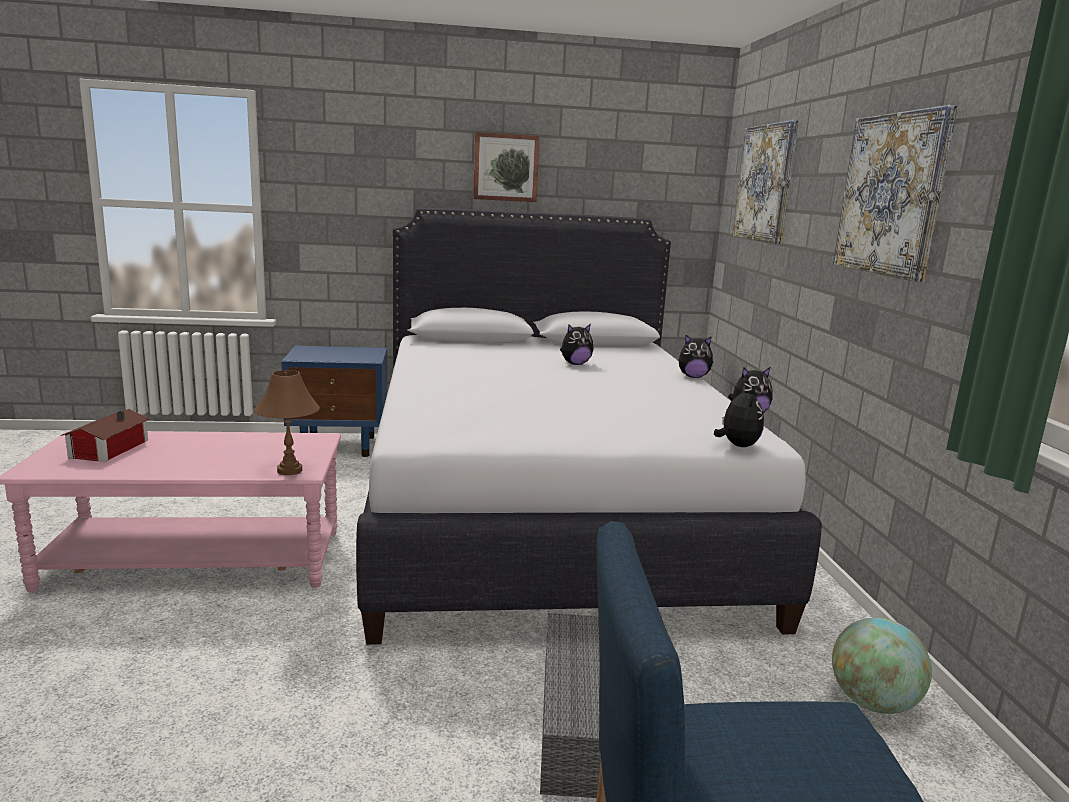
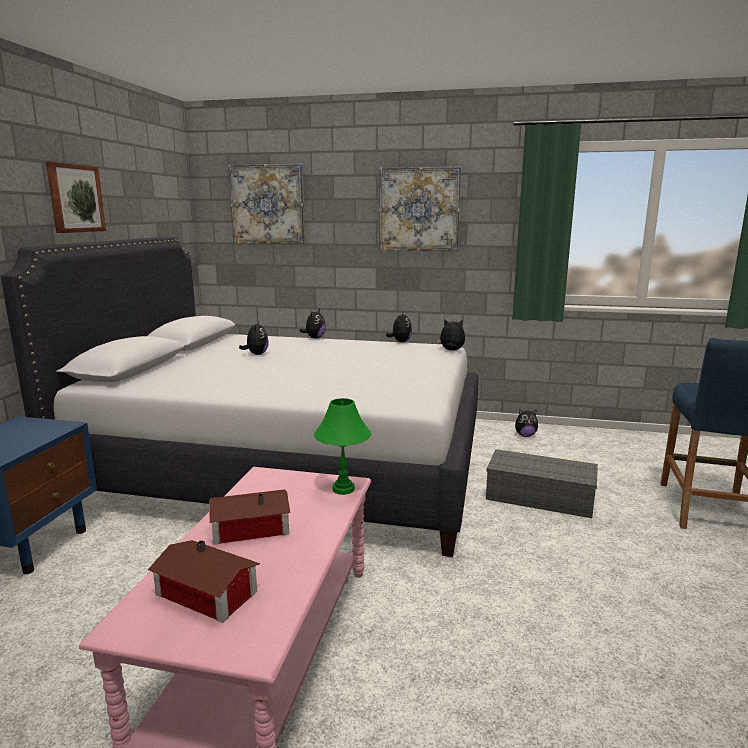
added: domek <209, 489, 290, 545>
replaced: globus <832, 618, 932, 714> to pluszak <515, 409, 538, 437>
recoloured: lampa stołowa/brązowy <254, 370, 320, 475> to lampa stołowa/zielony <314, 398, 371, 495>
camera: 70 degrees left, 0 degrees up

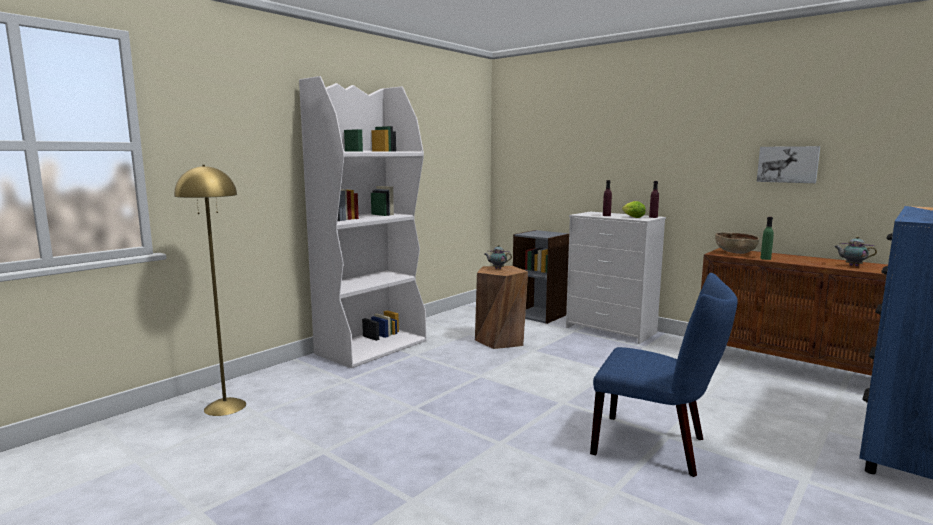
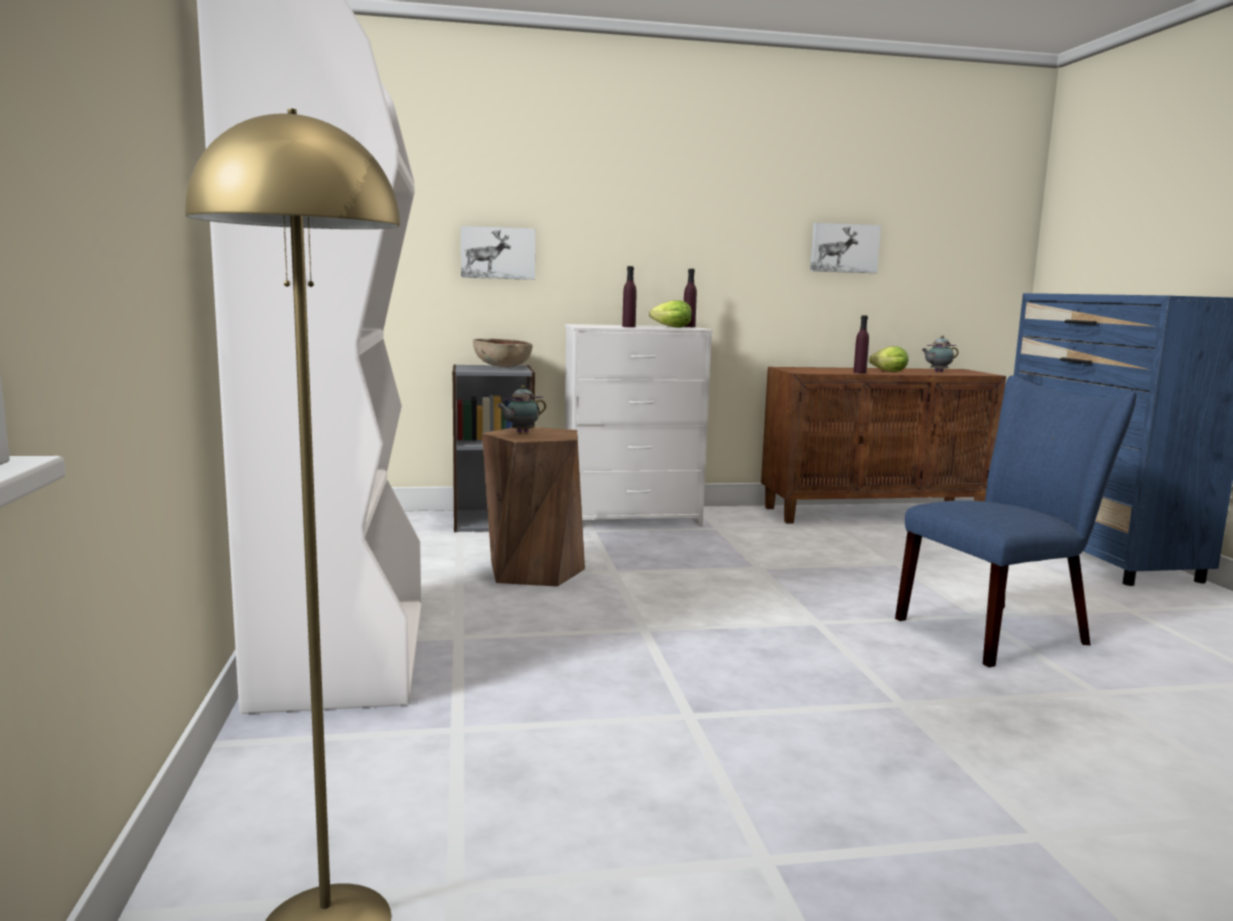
added: obraz <461, 226, 535, 280>; sałata <869, 346, 909, 372>
moved: miska/brązowy <715, 232, 759, 254> to <473, 339, 533, 367>
recoloured: butelka/zielony <760, 217, 774, 260> to butelka/fioletowy <854, 315, 869, 373>
camera: 50 degrees left, 0 degrees up

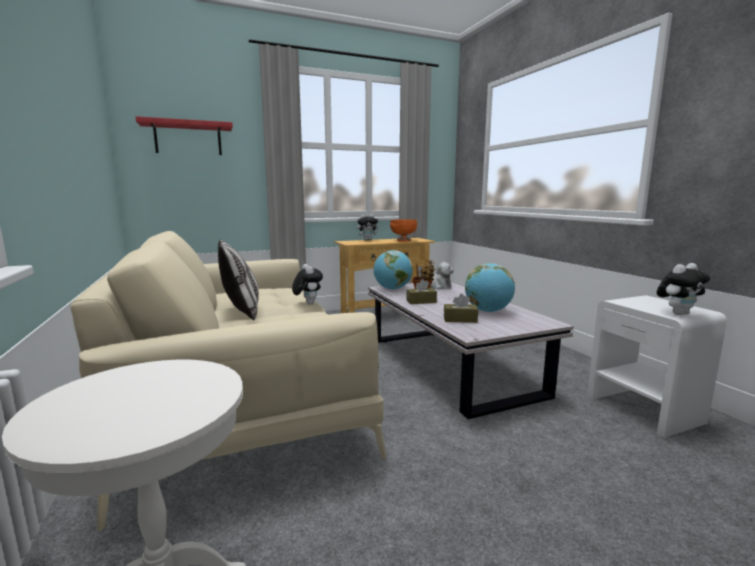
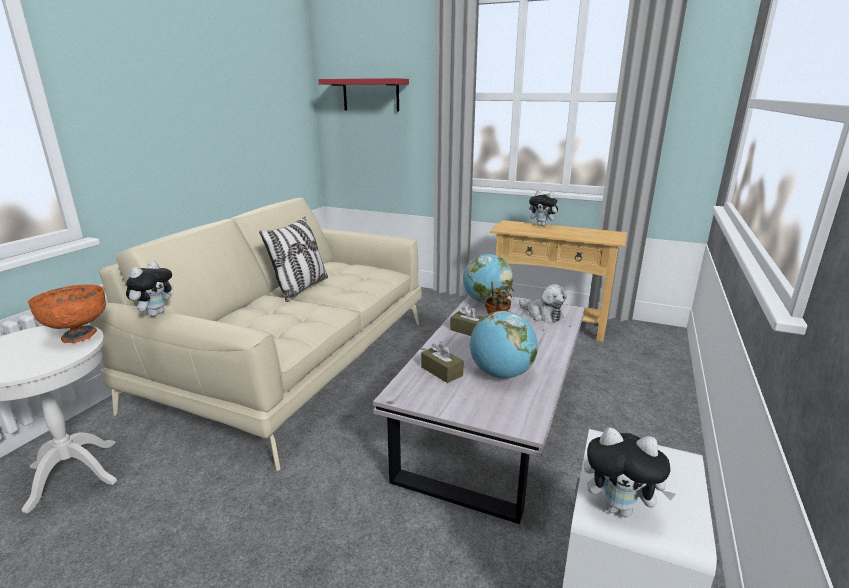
moved: pluszak <292, 264, 323, 305> to <126, 261, 174, 317>; miska/pomarańczowy <390, 219, 417, 242> to <28, 285, 106, 343>
camera: 45 degrees right, 10 degrees up

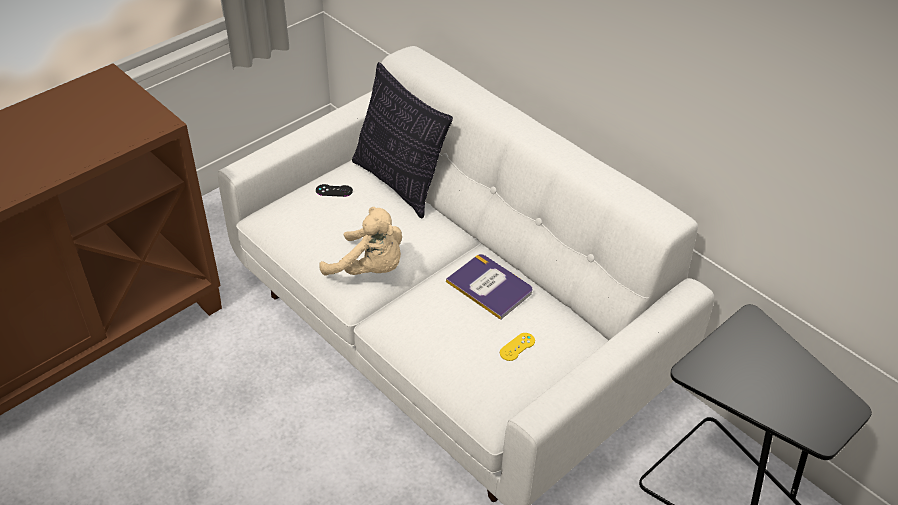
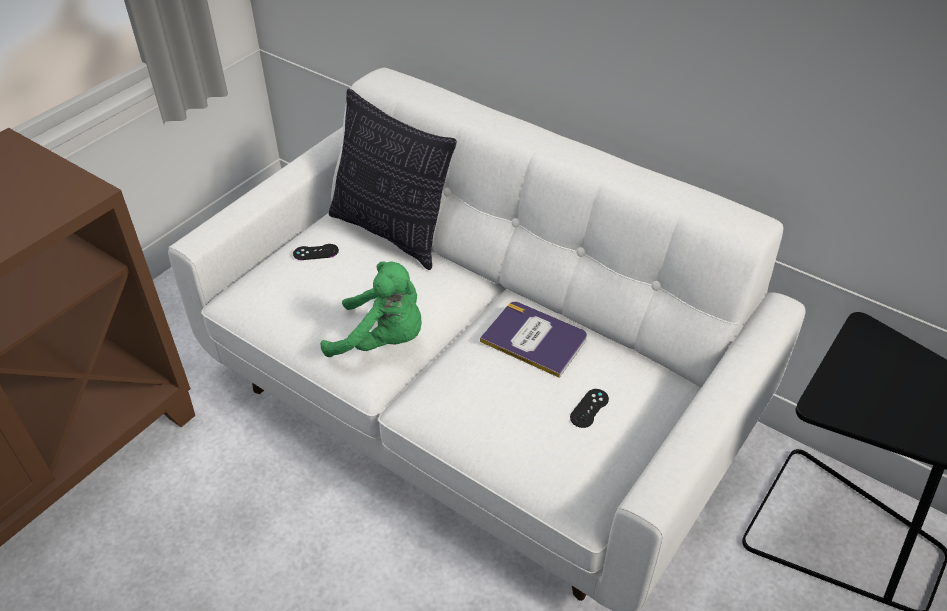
recoloured: pluszak/beżowy <319, 207, 402, 276> to pluszak/zielony <320, 261, 422, 357>; pad do gier/żółty <500, 333, 535, 361> to pad do gier/czarny <570, 389, 609, 428>
camera: 10 degrees left, 0 degrees up

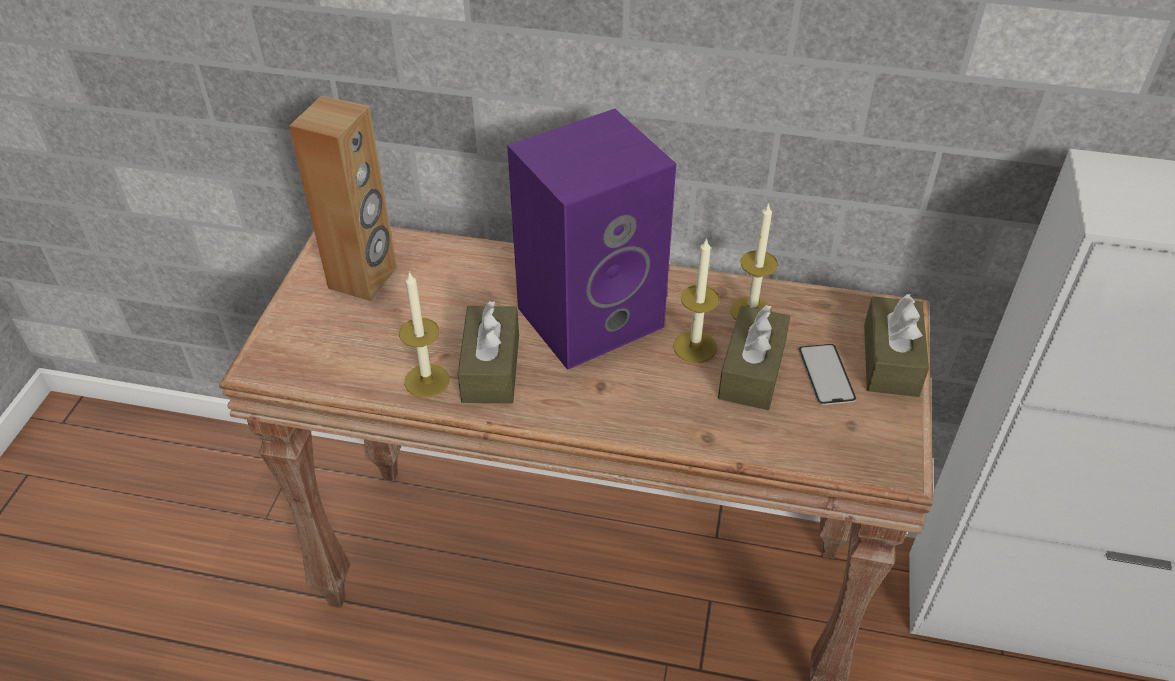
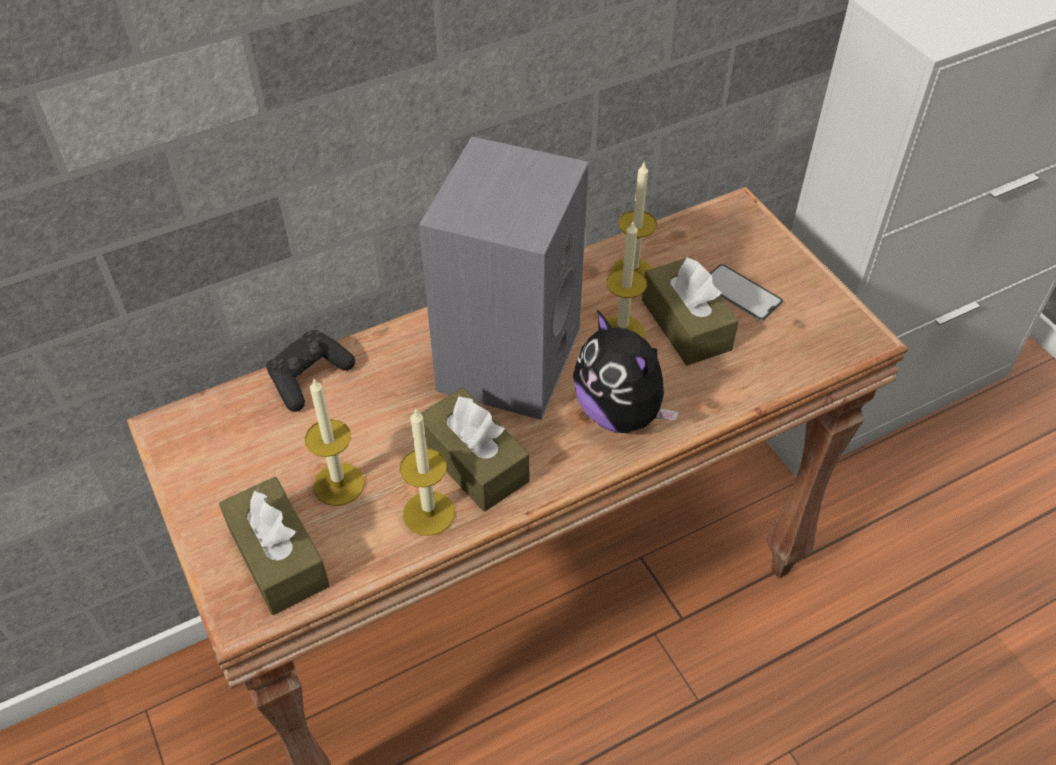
removed: głośnik/brązowy <289, 96, 397, 301>
added: pad do gier/czarny <266, 330, 355, 412>; świeca <305, 379, 365, 506>; pluszak <573, 310, 678, 433>
moved: pudełko chusteczek/brązowy <864, 294, 929, 397> to <219, 477, 330, 615>
recoloured: głośnik/fioletowy <507, 109, 676, 370> to głośnik/szary <419, 137, 589, 420>
camera: 40 degrees left, 5 degrees up

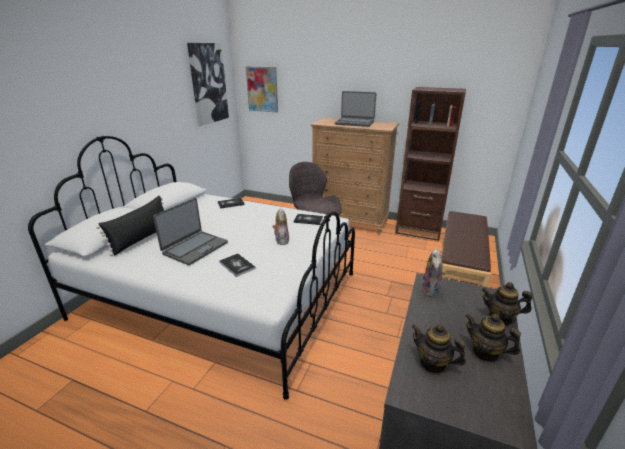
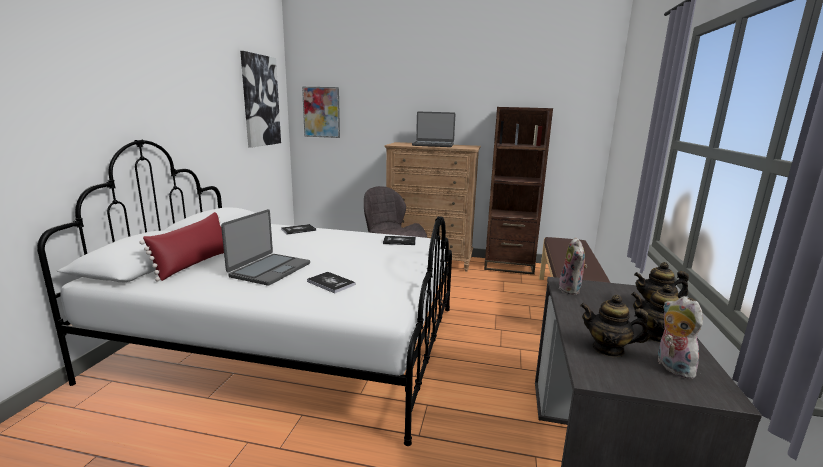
moved: pluszak <273, 208, 290, 245> to <658, 296, 703, 379>
recoloured: poduszka/czarny <96, 196, 165, 256> to poduszka/czerwony <139, 212, 224, 281>
camera: 10 degrees left, 10 degrees down

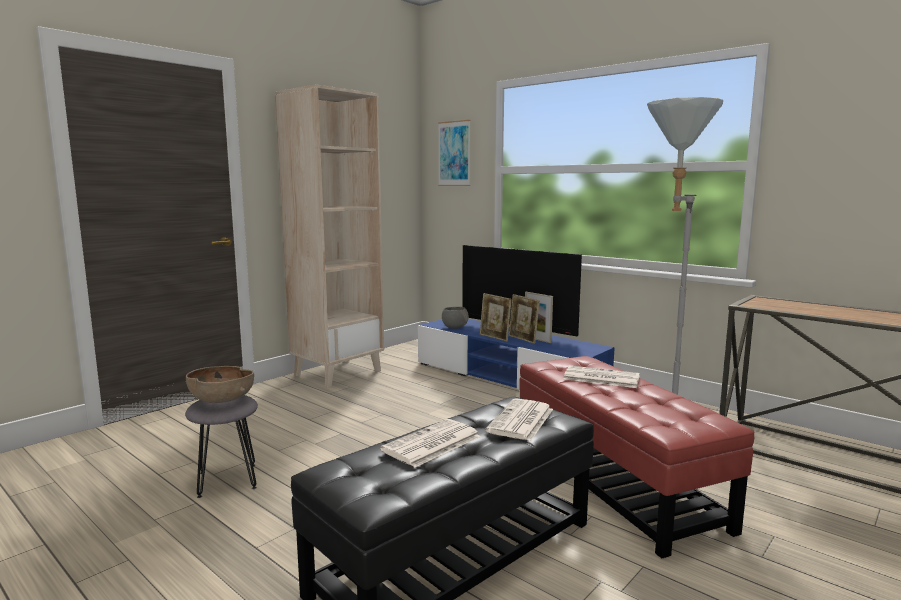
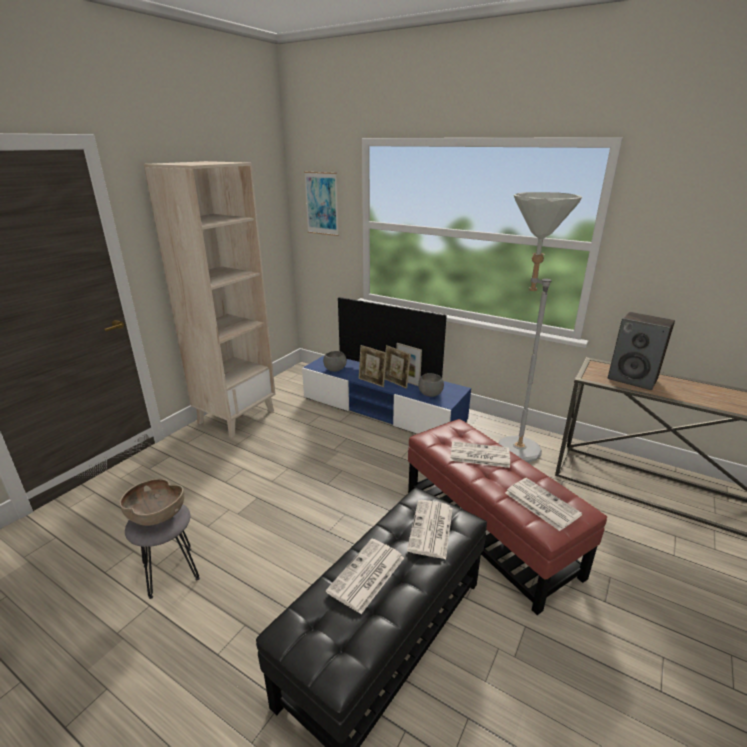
added: miska/szary <418, 373, 444, 397>; gazeta <505, 478, 582, 531>; głośnik <608, 312, 675, 390>
camera: 10 degrees left, 15 degrees up

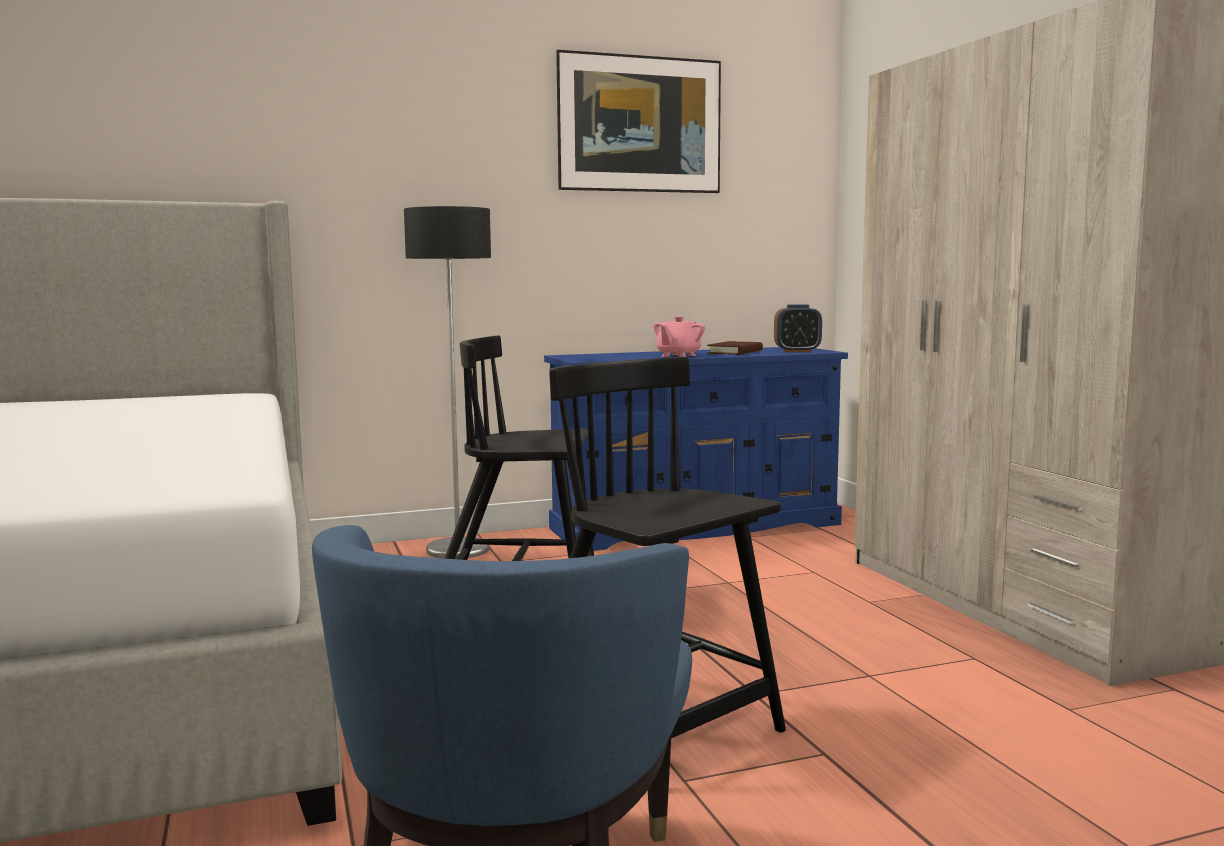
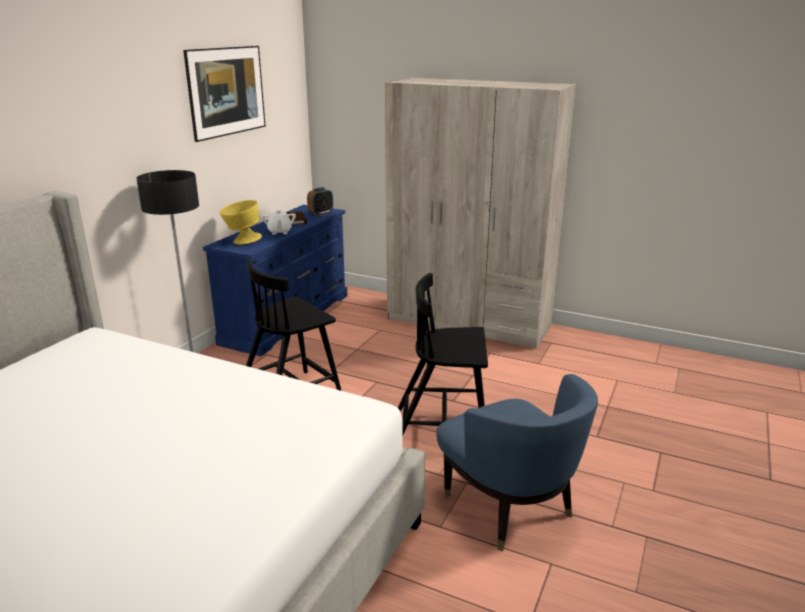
added: miska/żółty <220, 200, 262, 245>
recoloured: imbryk/różowy <653, 316, 705, 357> to imbryk/biały <261, 210, 296, 235>
camera: 45 degrees left, 15 degrees up

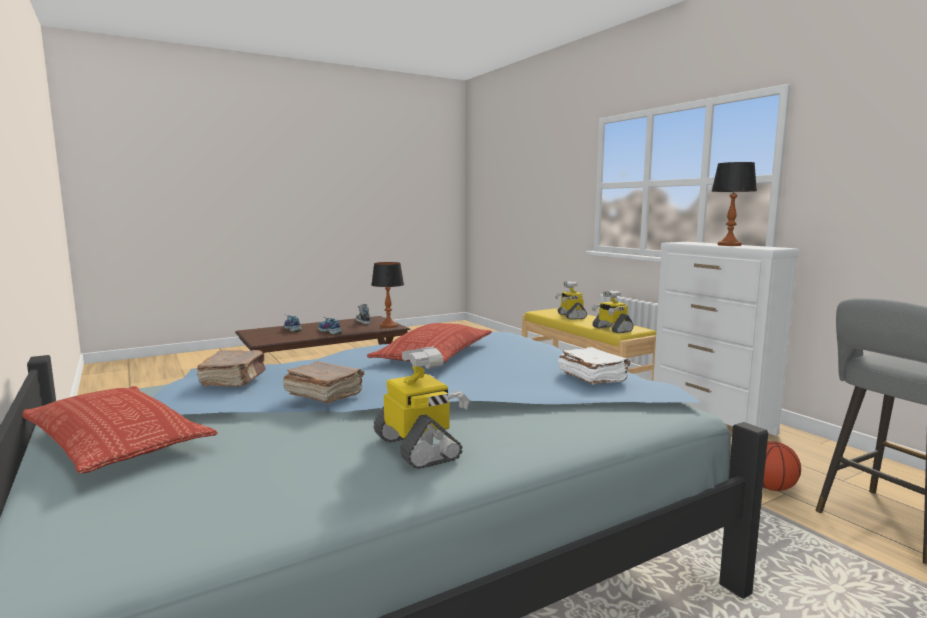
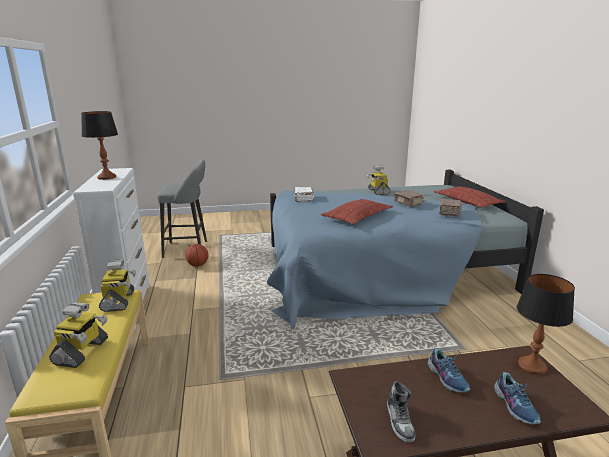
moved: lampa stołowa <371, 262, 404, 328> to <517, 274, 575, 375>
camera: 160 degrees left, 10 degrees up

